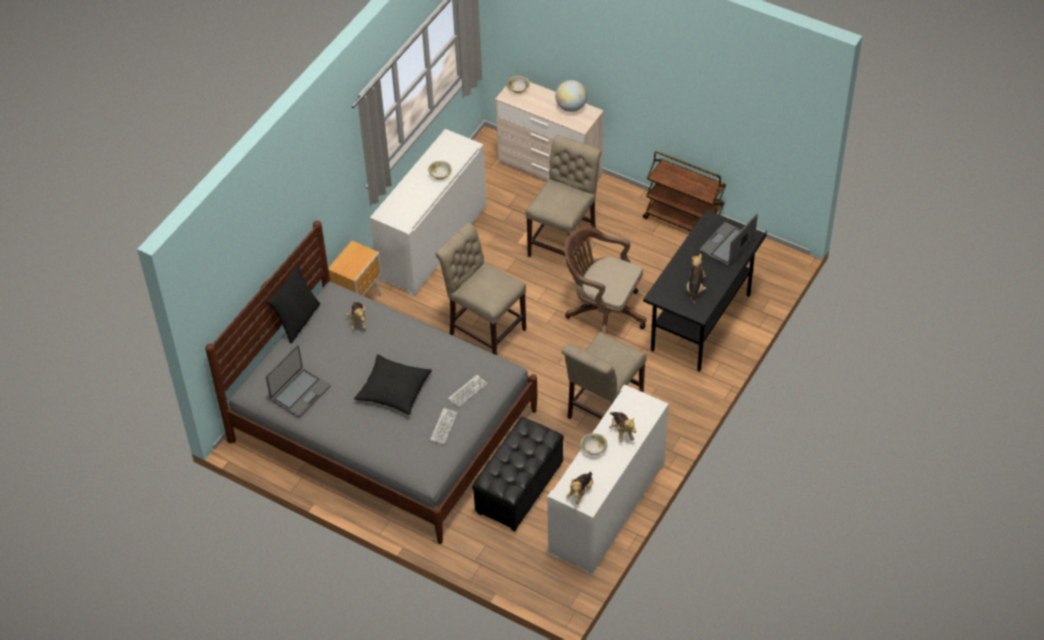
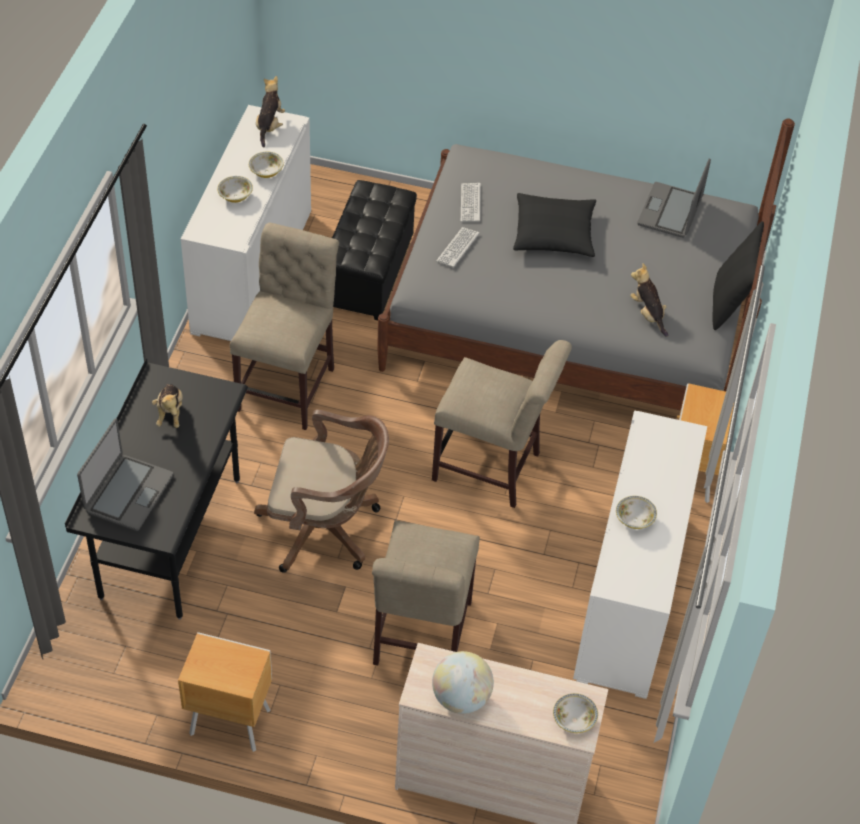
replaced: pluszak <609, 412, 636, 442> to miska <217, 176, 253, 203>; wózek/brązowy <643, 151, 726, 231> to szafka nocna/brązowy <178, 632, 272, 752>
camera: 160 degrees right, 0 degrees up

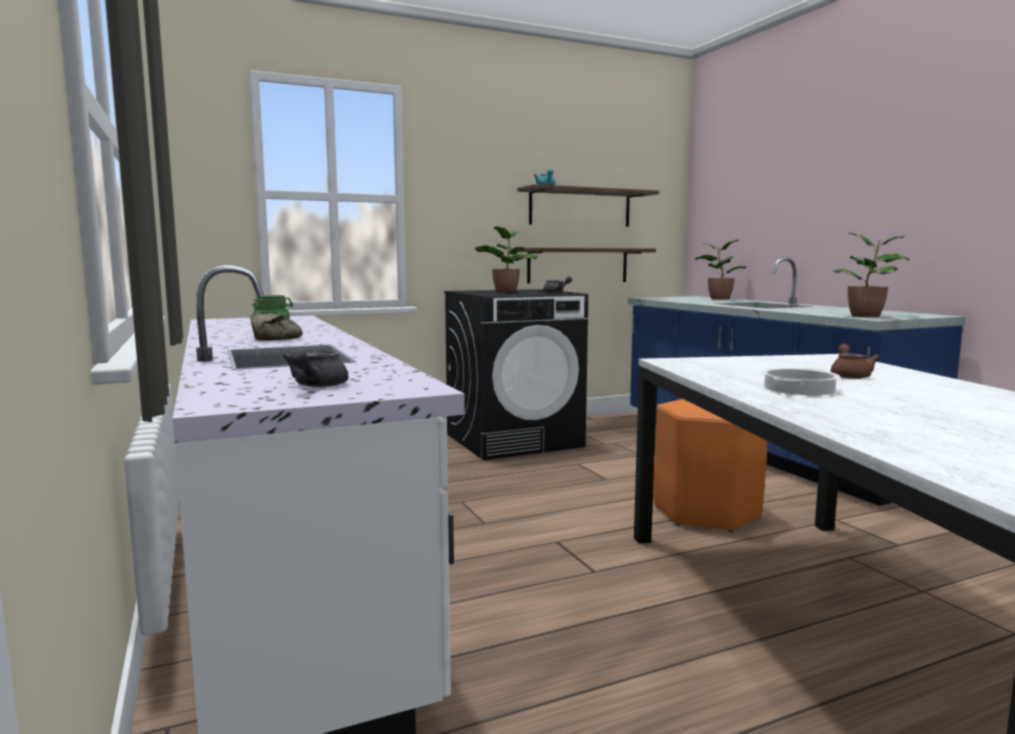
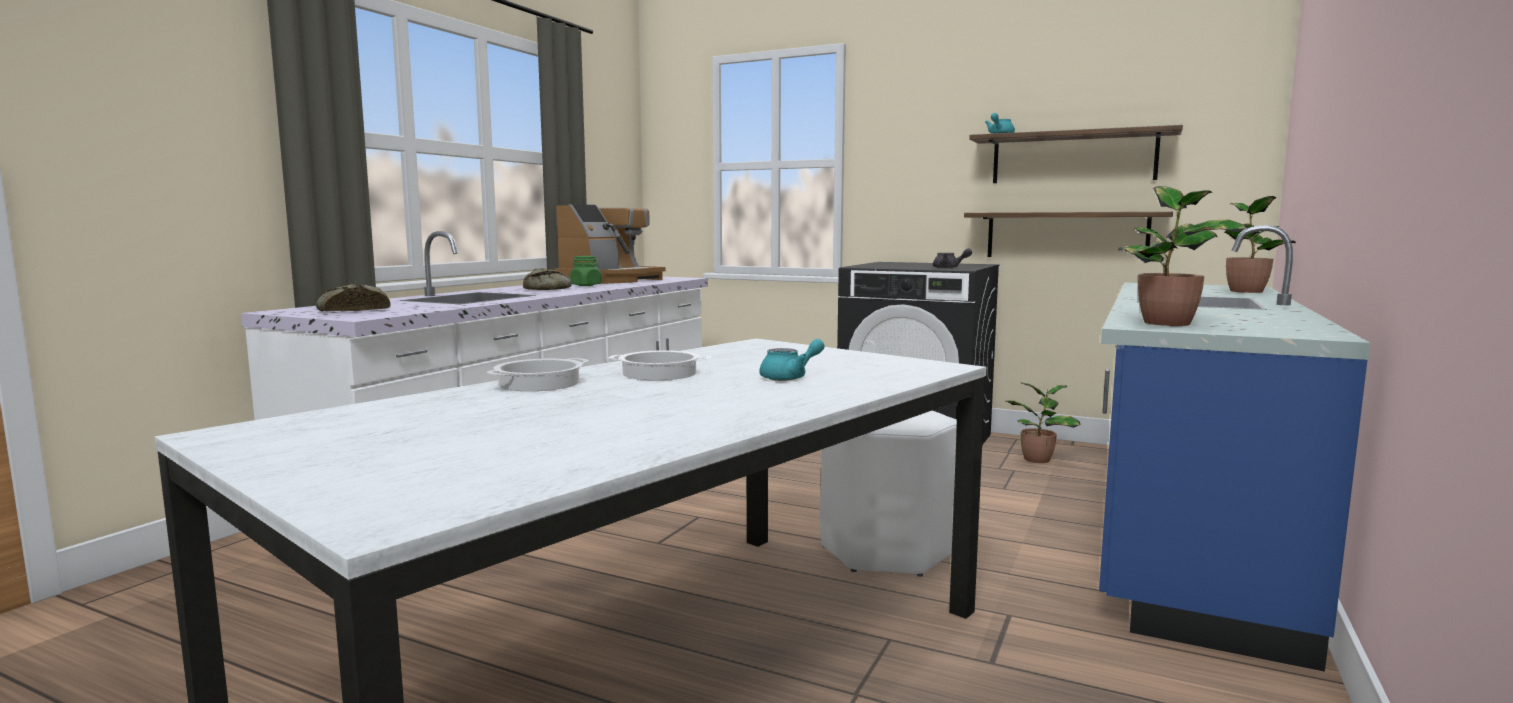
added: garnek <487, 358, 588, 391>; ekspres do kawy <554, 204, 666, 284>
moved: roślina doniczkowa <475, 227, 538, 292> to <1006, 382, 1081, 463>
replaced: imbryk/szary <283, 350, 349, 387> to chleb <316, 284, 391, 311>
recoloured: stołek/pomarańczowy <654, 399, 767, 532> to stołek/biały <820, 410, 957, 577>; imbryk/brązowy <831, 344, 880, 379> to imbryk/turkusowy <759, 339, 825, 381>
camera: 50 degrees right, 0 degrees up

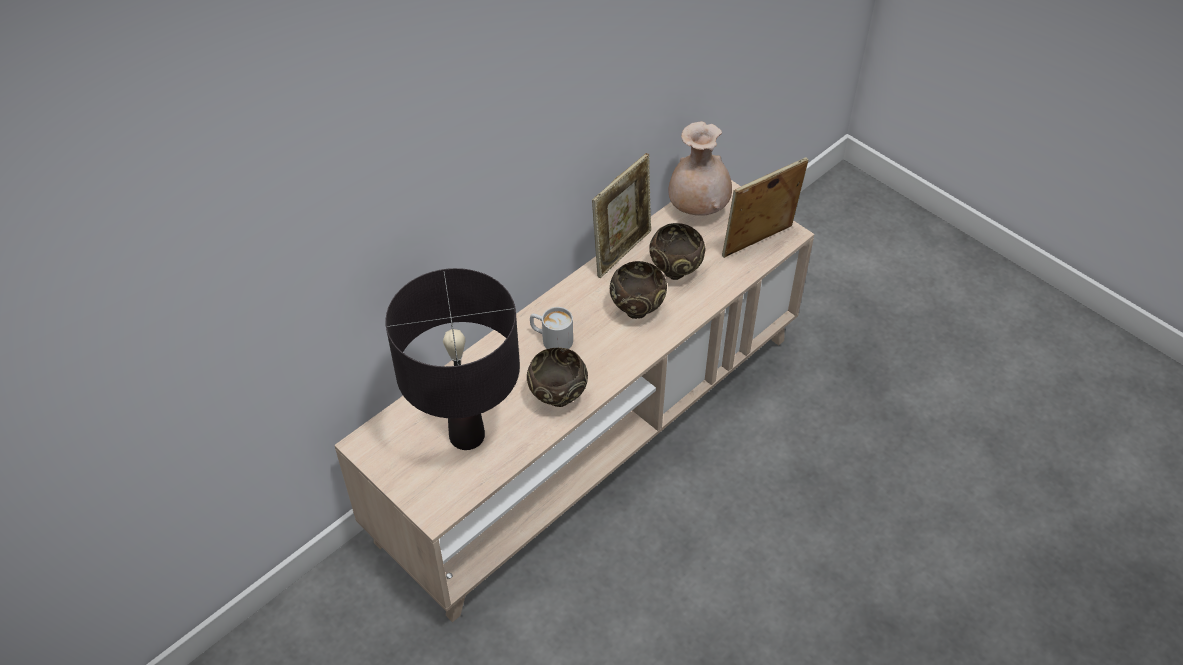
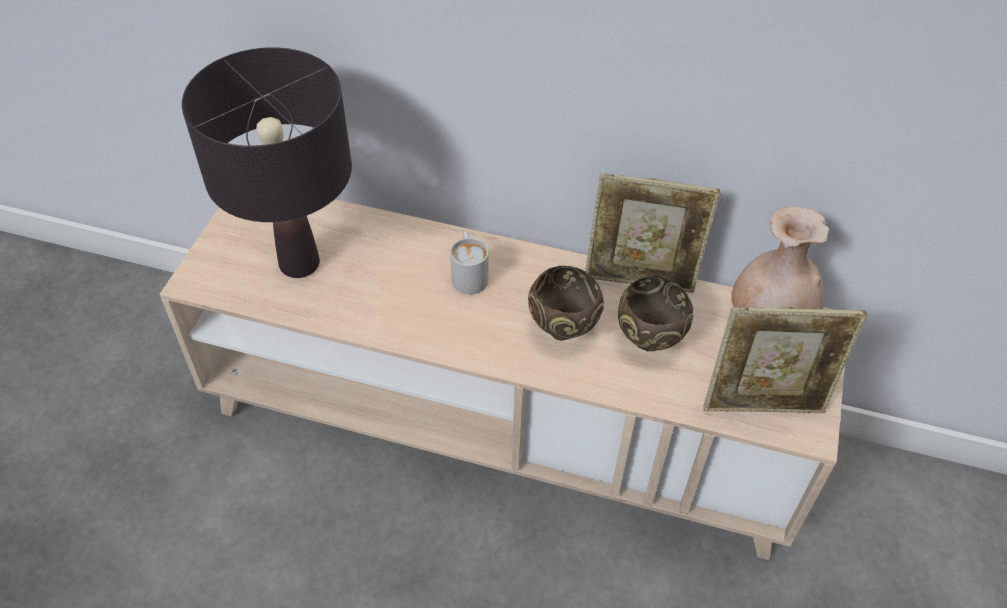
removed: miska/brązowy <527, 348, 588, 407>
turned: ramka na zdjęcie <722, 157, 808, 258> = <703, 307, 867, 413> 150 degrees clockwise
camera: 60 degrees right, 0 degrees up

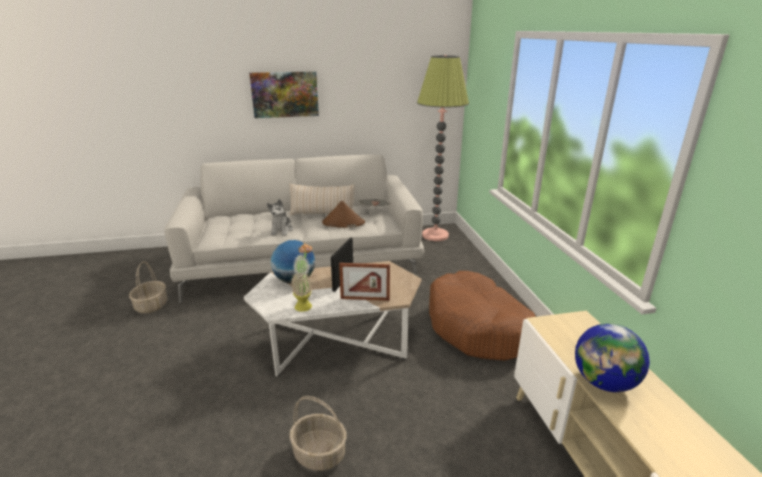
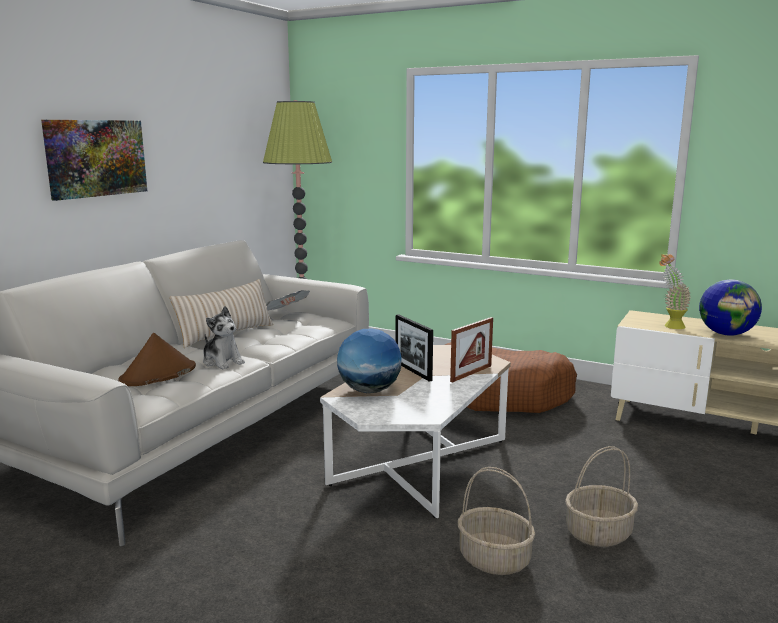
moved: koszyk <129, 261, 168, 314> to <458, 467, 535, 575>; roślina doniczkowa <290, 243, 313, 312> to <659, 254, 691, 329>; kapelusz/brązowy <322, 201, 365, 228> to <119, 333, 196, 386>
camera: 50 degrees left, 10 degrees down

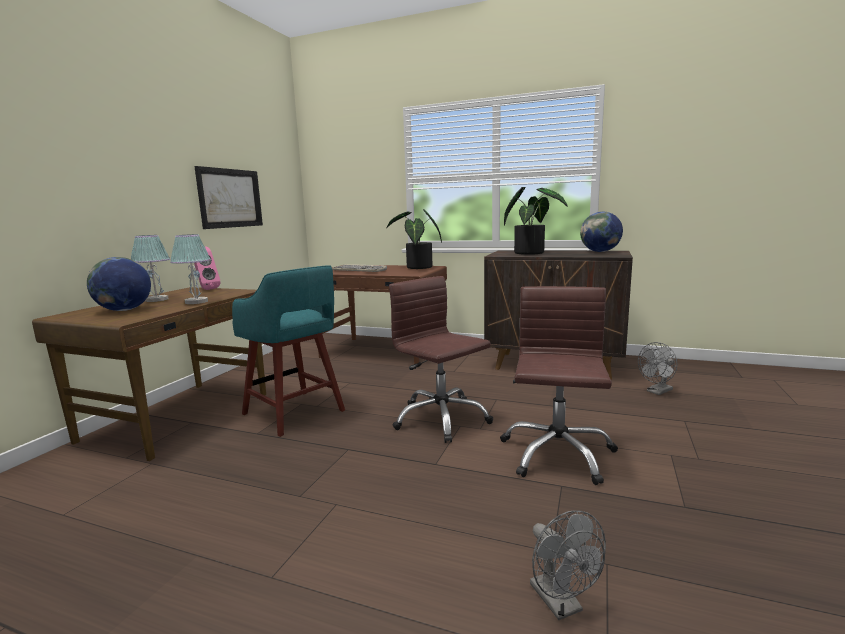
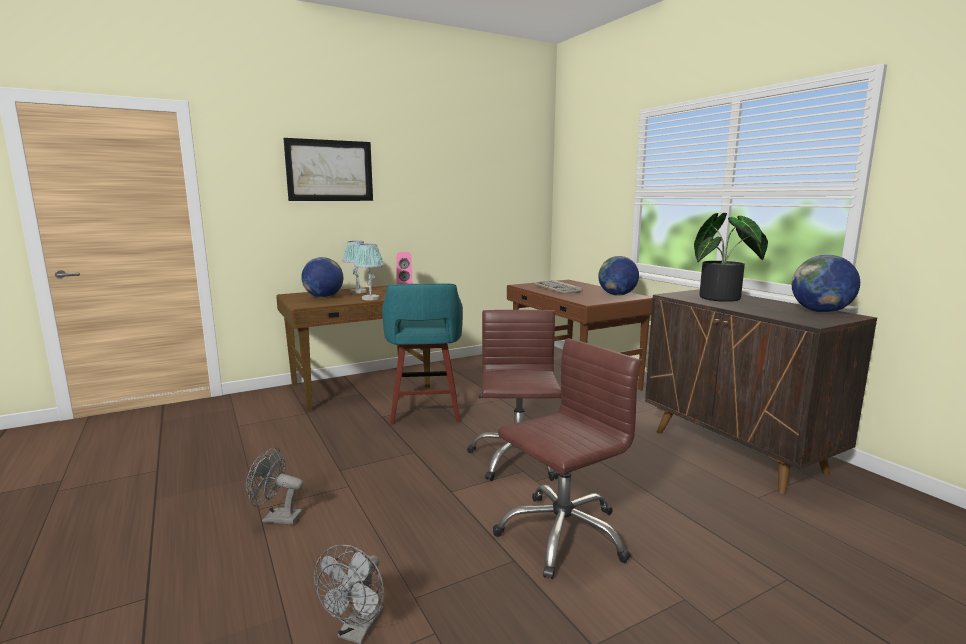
moved: obraz <194, 166, 263, 229> to <283, 138, 373, 201>; wentylator/szary <638, 342, 677, 395> to <246, 447, 303, 525>
replaced: roślina doniczkowa <386, 209, 442, 269> to globus <598, 256, 639, 296>
camera: 40 degrees right, 0 degrees up

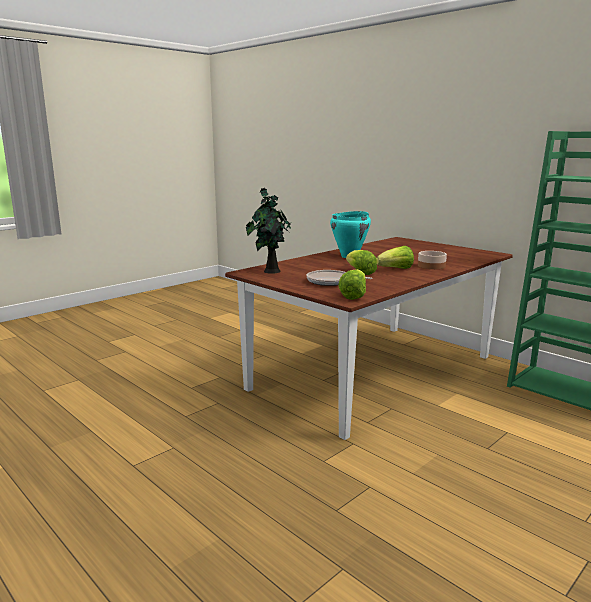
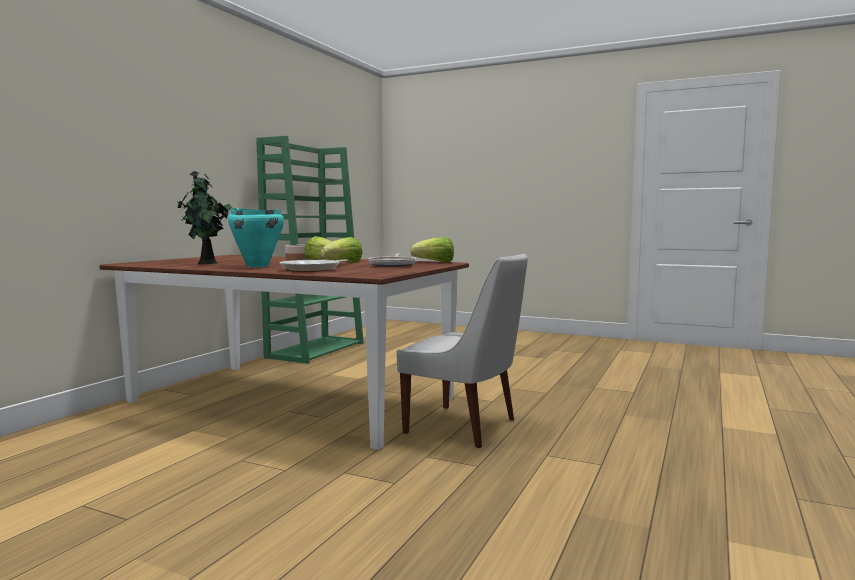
added: patelnia <280, 259, 348, 272>; krzesło/biały <397, 254, 528, 448>
moved: roślina doniczkowa <246, 188, 291, 274> to <177, 171, 233, 264>
camera: 110 degrees left, 10 degrees down

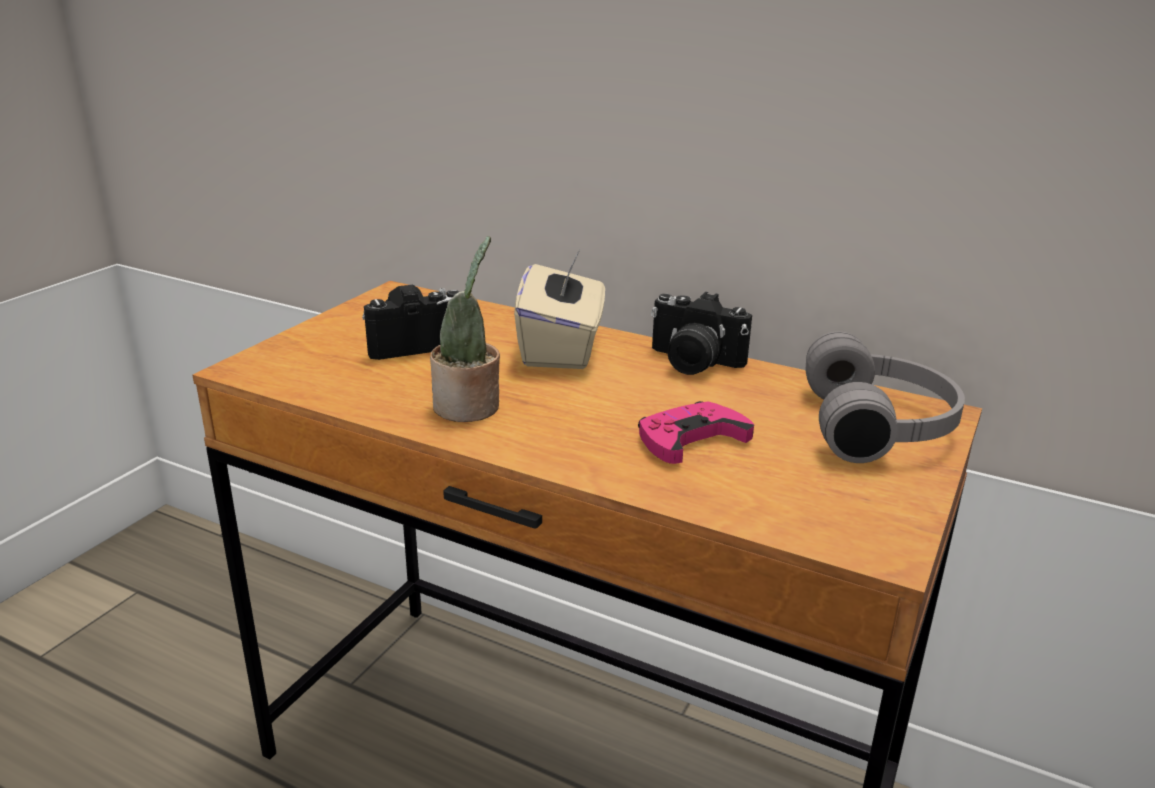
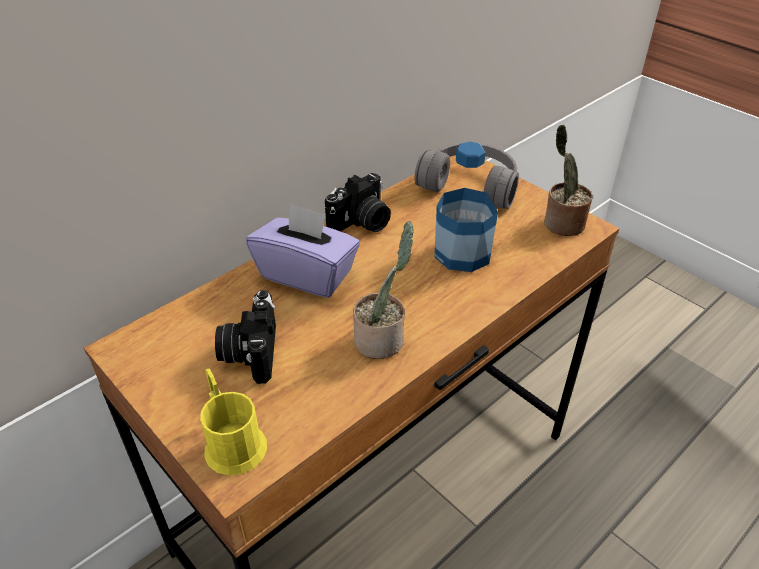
added: kubek/żółty <200, 368, 267, 476>; roślina doniczkowa <544, 125, 593, 236>
replaced: pad do gier/różowy <638, 401, 754, 464> to butelka <434, 142, 498, 272>
recoloured: pudełko chusteczek/beżowy <514, 248, 605, 369> to pudełko chusteczek/fioletowy <246, 203, 360, 298>
camera: 70 degrees left, 15 degrees up

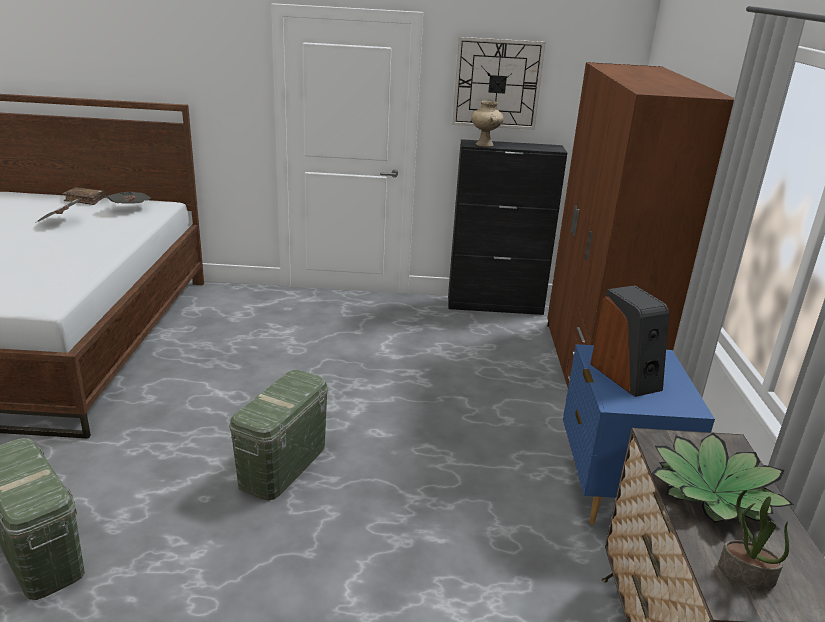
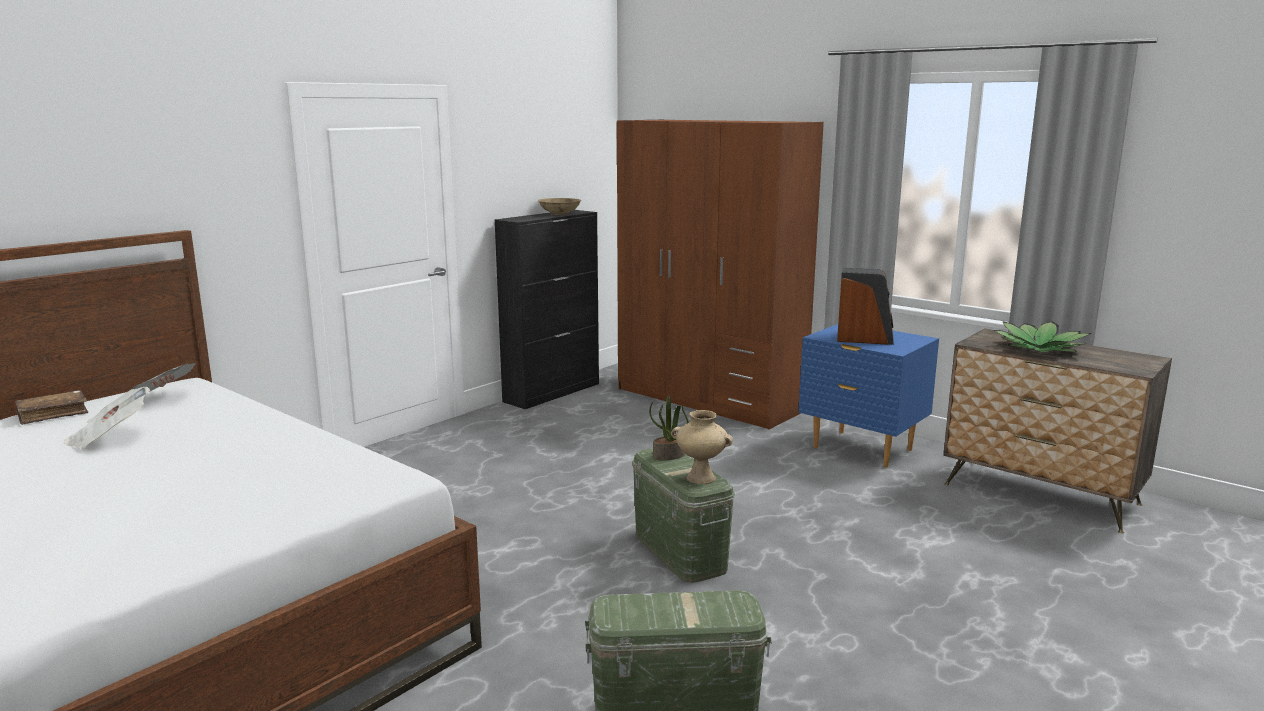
removed: zegar ścienny <452, 37, 545, 130>
added: miska/beżowy <538, 198, 581, 215>
moved: wazon/beżowy <471, 101, 504, 147> to <671, 410, 733, 484>; roślina doniczkowa <718, 490, 789, 589> to <649, 396, 689, 461>
camera: 50 degrees left, 10 degrees down

